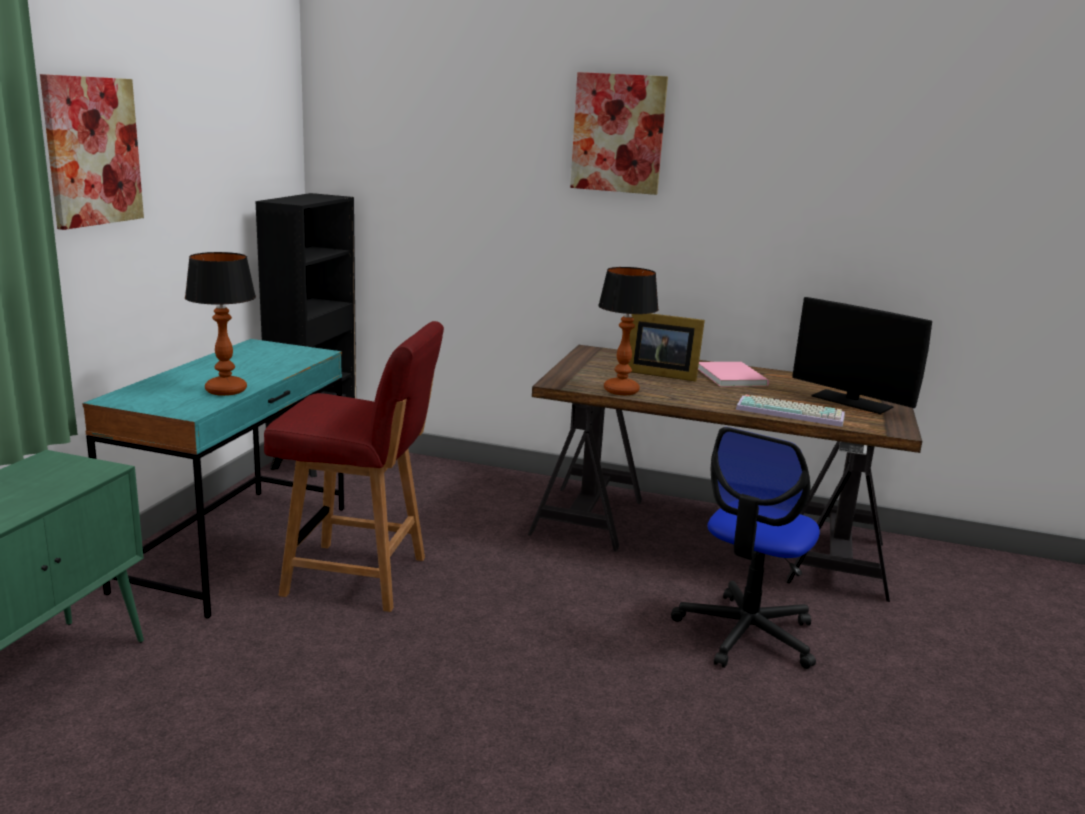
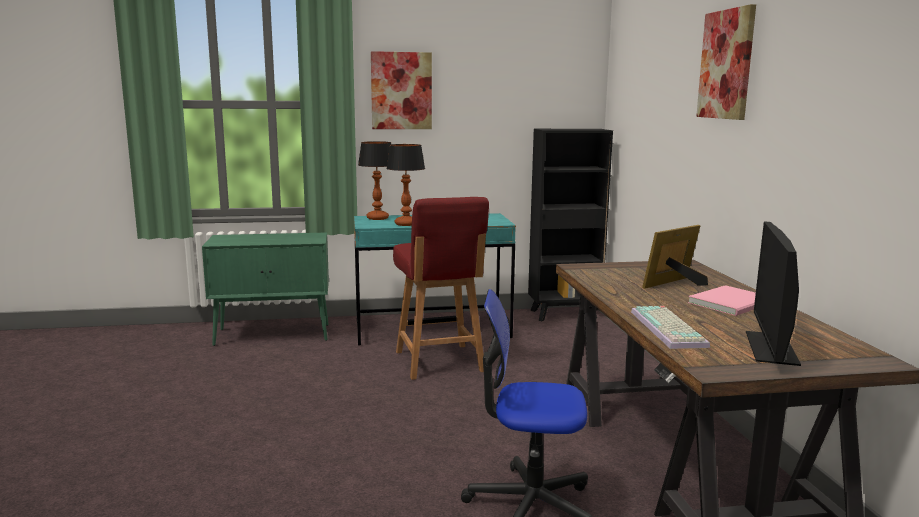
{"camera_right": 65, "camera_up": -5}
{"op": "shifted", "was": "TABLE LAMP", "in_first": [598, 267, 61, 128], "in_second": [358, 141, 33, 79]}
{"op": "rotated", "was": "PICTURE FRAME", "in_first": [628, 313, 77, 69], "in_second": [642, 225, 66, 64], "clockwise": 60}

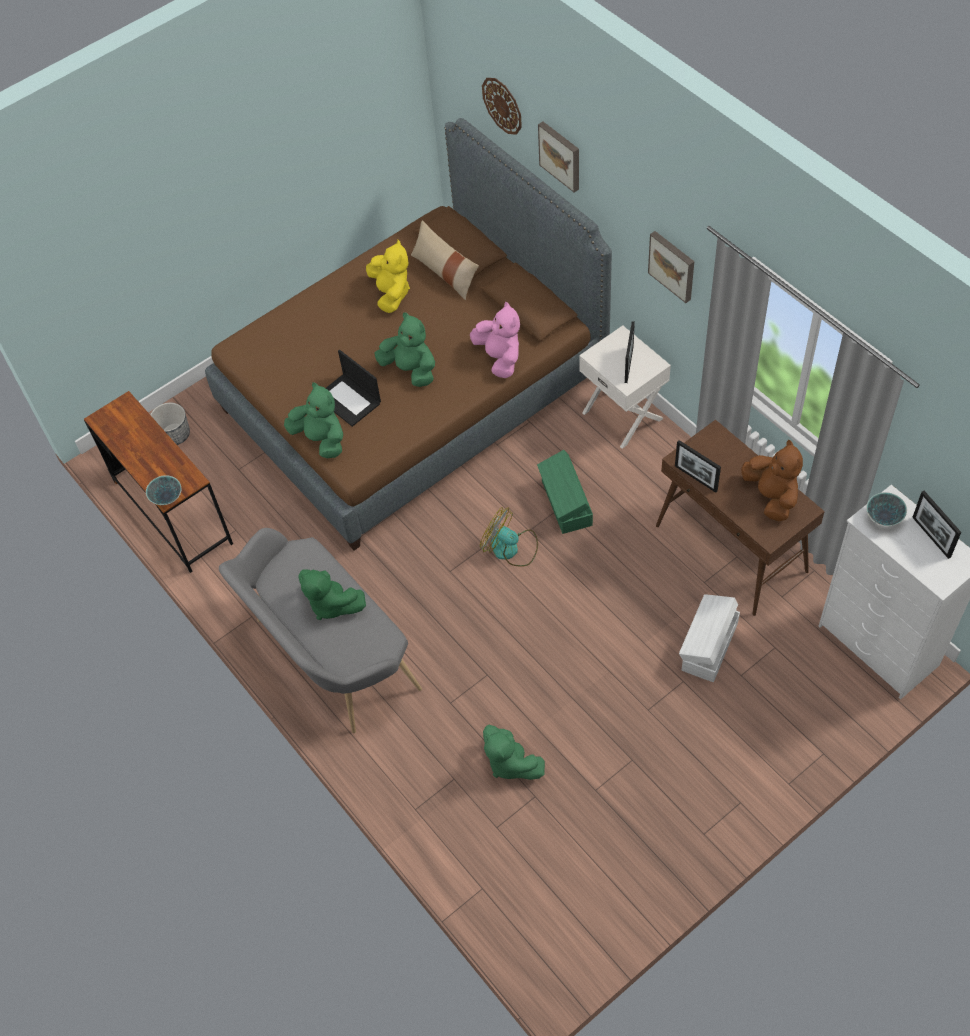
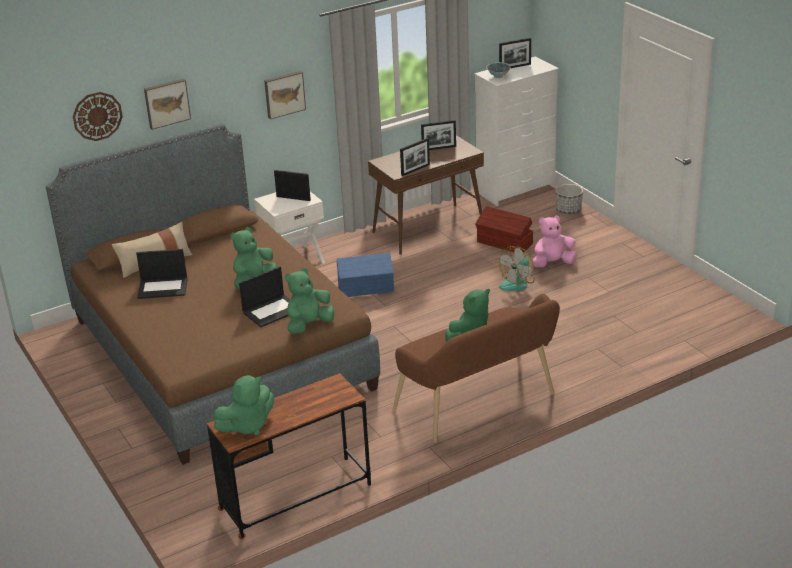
{"camera_right": -85, "camera_up": -25}
{"op": "swapped", "was": "YELLOW PLUSH TOY", "now": "LAPTOP", "in_first": [366, 240, 44, 73], "in_second": [136, 249, 52, 50]}
{"op": "shifted", "was": "GREEN PLUSH TOY", "in_first": [483, 725, 62, 55], "in_second": [214, 375, 60, 61]}
{"op": "repainted", "was": "GREEN STORAGE BOX", "now": "BLUE STORAGE BOX", "in_first": [537, 450, 56, 84], "in_second": [337, 253, 57, 44]}
{"op": "repainted", "was": "GREY BENCH", "now": "BROWN BENCH", "in_first": [219, 528, 203, 205], "in_second": [393, 294, 167, 149]}
{"op": "swapped", "was": "BROWN PLUSH TOY", "now": "PICTURE FRAME", "in_first": [741, 440, 62, 81], "in_second": [421, 120, 35, 30]}
{"op": "repainted", "was": "WHITE STORAGE BOX", "now": "BROWN STORAGE BOX", "in_first": [679, 594, 61, 88], "in_second": [475, 206, 58, 47]}
{"op": "shifted", "was": "FAN", "in_first": [480, 507, 58, 59], "in_second": [499, 246, 36, 45]}
{"op": "shifted", "was": "PINK PLUSH TOY", "in_first": [470, 301, 50, 77], "in_second": [533, 216, 44, 51]}
{"op": "shifted", "was": "PLANTER", "in_first": [150, 403, 40, 42], "in_second": [555, 184, 28, 30]}
{"op": "gone", "was": "BOWL", "in_first": [146, 475, 35, 30]}

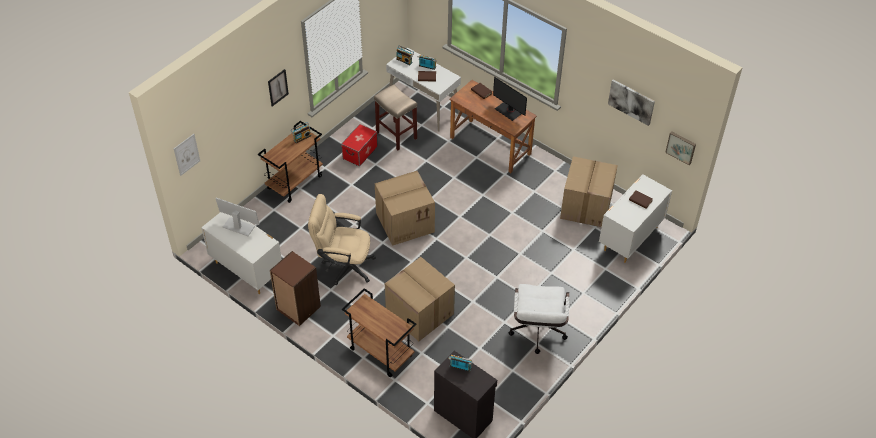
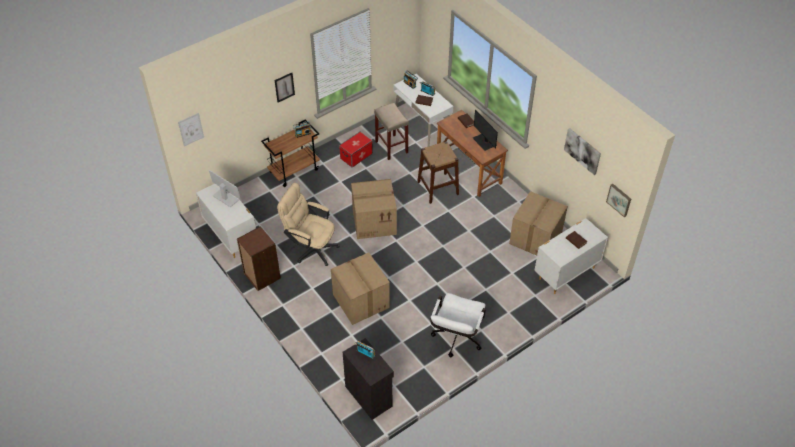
{"camera_right": 15, "camera_up": 0}
{"op": "new", "now": "BROWN STOOL", "in_second": [417, 141, 42, 63]}
{"op": "gone", "was": "BROWN CART", "in_first": [342, 288, 75, 89]}

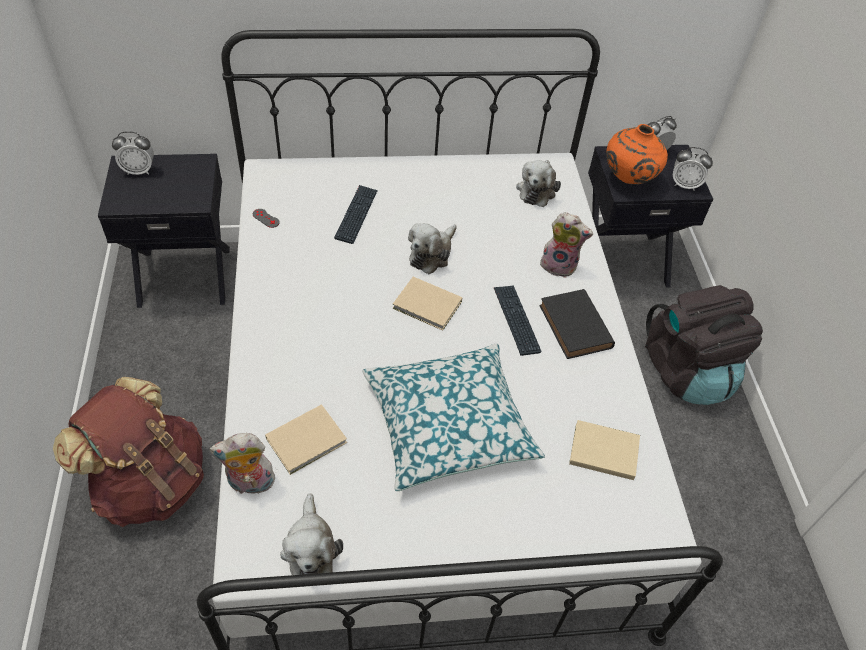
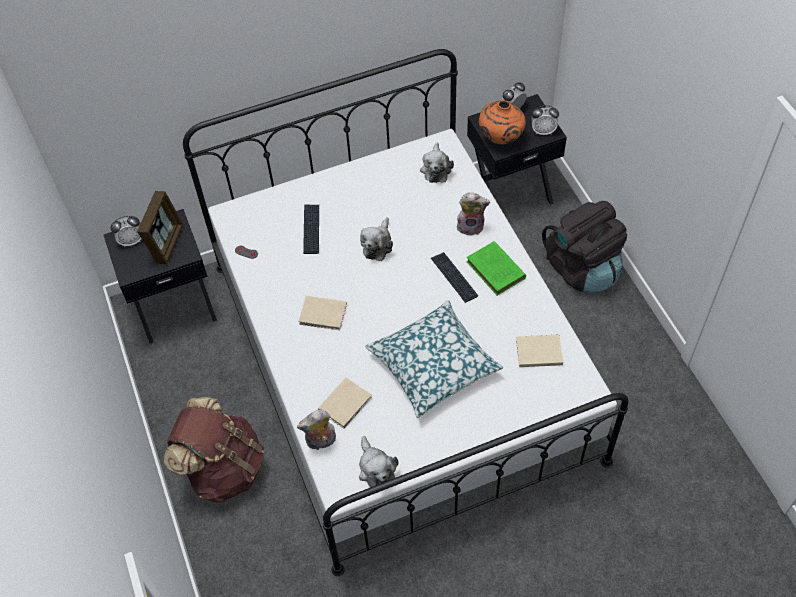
{"camera_right": -10, "camera_up": 5}
{"op": "new", "now": "PICTURE FRAME", "in_second": [137, 191, 46, 73]}
{"op": "shifted", "was": "BEIGE BOOK", "in_first": [392, 277, 70, 54], "in_second": [298, 296, 49, 34]}
{"op": "repainted", "was": "BLACK BOOK", "now": "GREEN BOOK", "in_first": [539, 289, 76, 70], "in_second": [467, 241, 59, 55]}

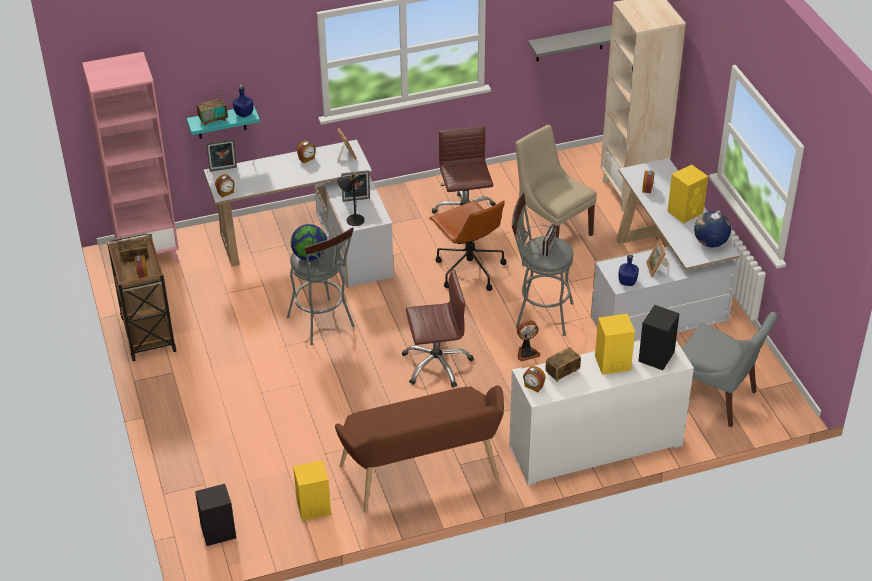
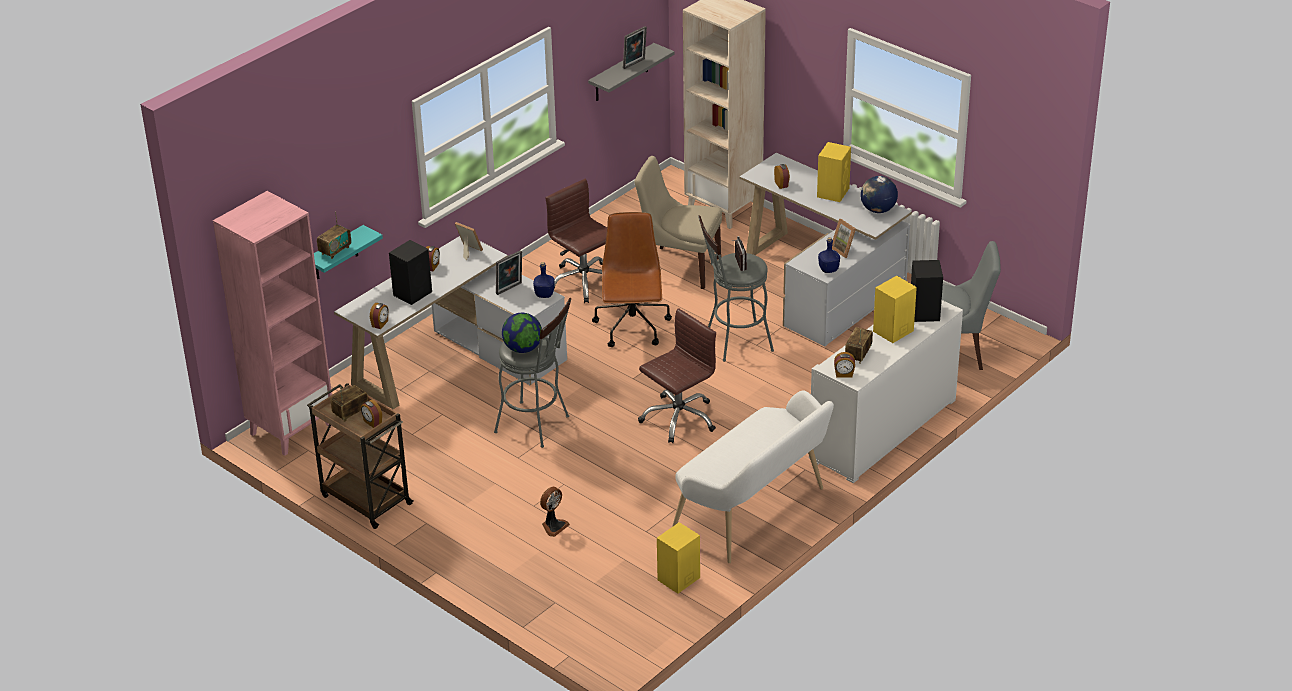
{"camera_right": -30, "camera_up": -5}
{"op": "shifted", "was": "BLACK SPEAKER", "in_first": [195, 484, 41, 62], "in_second": [389, 240, 43, 65]}
{"op": "shifted", "was": "BLUE BOTTLE", "in_first": [233, 85, 20, 32], "in_second": [533, 262, 22, 36]}
{"op": "shifted", "was": "FAN", "in_first": [517, 320, 23, 42], "in_second": [540, 487, 30, 50]}
{"op": "rotated", "was": "BROWN OFFICE CHAIR", "in_first": [429, 200, 77, 91], "in_second": [592, 212, 80, 135], "clockwise": -120}
{"op": "shifted", "was": "PICTURE FRAME", "in_first": [206, 139, 31, 33], "in_second": [623, 26, 24, 43]}
{"op": "repainted", "was": "BROWN BENCH", "now": "WHITE BENCH", "in_first": [335, 385, 169, 128], "in_second": [672, 390, 162, 173]}
{"op": "gone", "was": "BLACK TABLE LAMP", "in_first": [337, 172, 28, 54]}

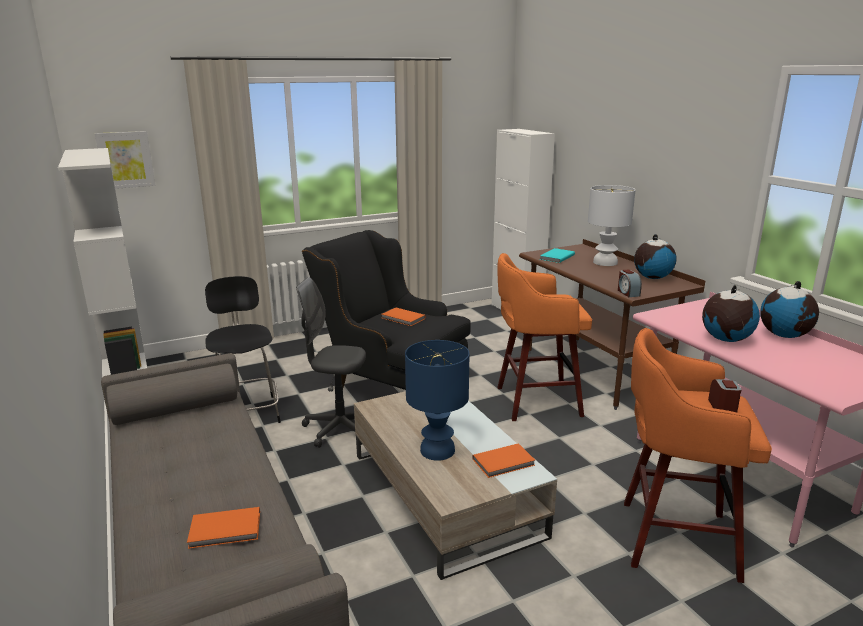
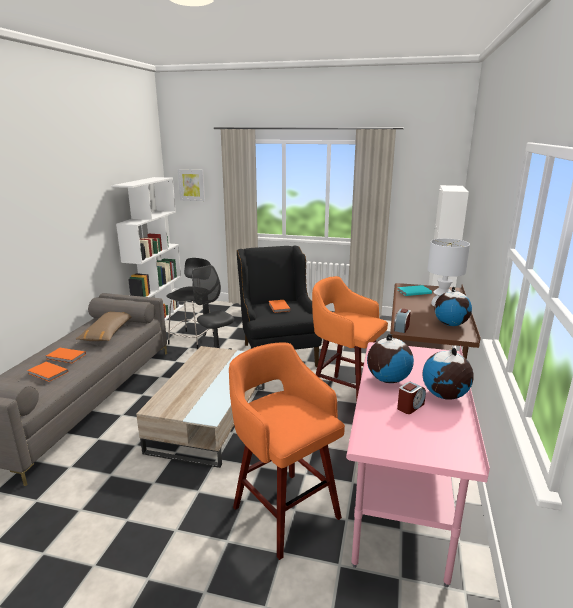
{"camera_right": 40, "camera_up": 0}
{"op": "shifted", "was": "ORANGE BOOK", "in_first": [472, 443, 63, 35], "in_second": [46, 348, 40, 15]}
{"op": "new", "now": "BROWN PILLOW", "in_second": [76, 312, 55, 29]}
{"op": "shifted", "was": "ALARM CLOCK", "in_first": [708, 379, 34, 34], "in_second": [397, 382, 29, 32]}
{"op": "gone", "was": "BLUE TABLE LAMP", "in_first": [405, 340, 65, 121]}

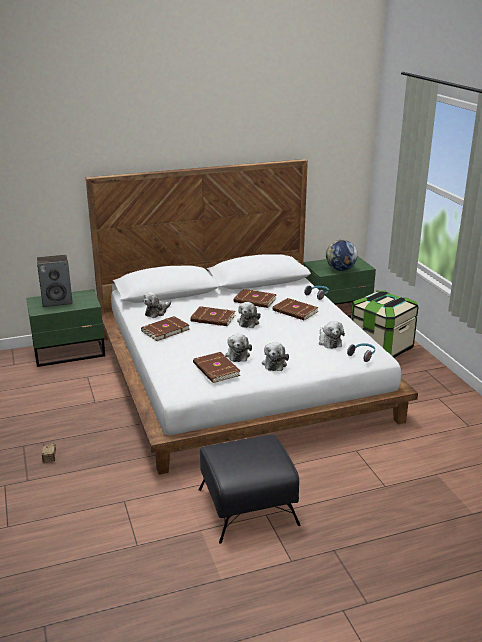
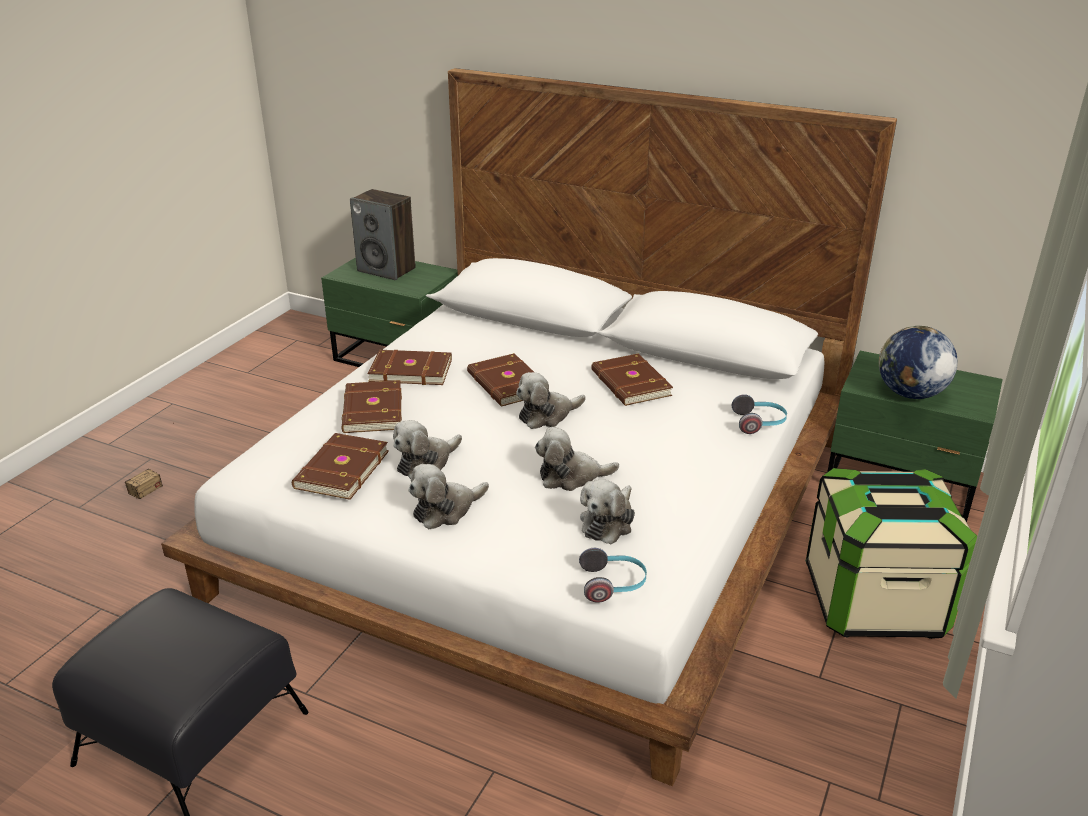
{"camera_right": 45, "camera_up": 5}
{"op": "shifted", "was": "BROWN BOOK", "in_first": [273, 298, 46, 22], "in_second": [342, 380, 60, 53]}
{"op": "shifted", "was": "PLUSH TOY", "in_first": [143, 292, 28, 26], "in_second": [535, 427, 84, 64]}

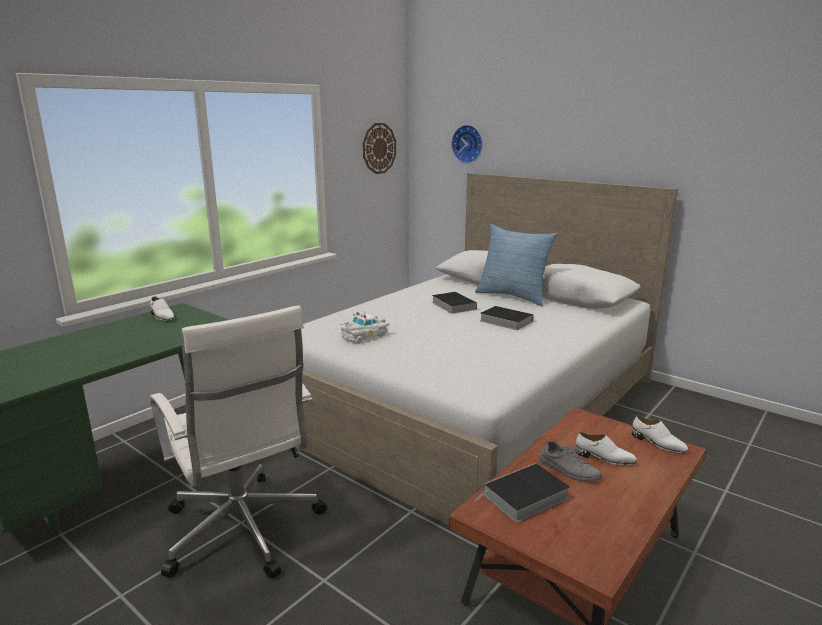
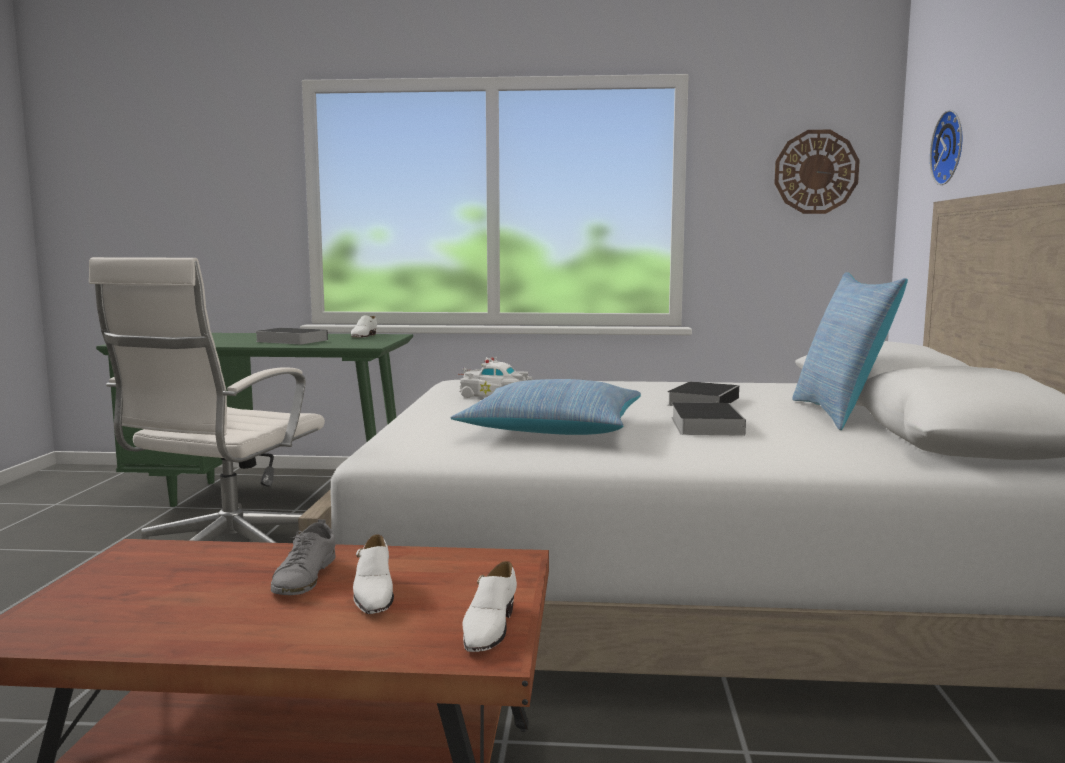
{"camera_right": 55, "camera_up": -10}
{"op": "shifted", "was": "BOOK", "in_first": [474, 463, 96, 59], "in_second": [256, 328, 72, 16]}
{"op": "new", "now": "PILLOW", "in_second": [451, 379, 190, 56]}

